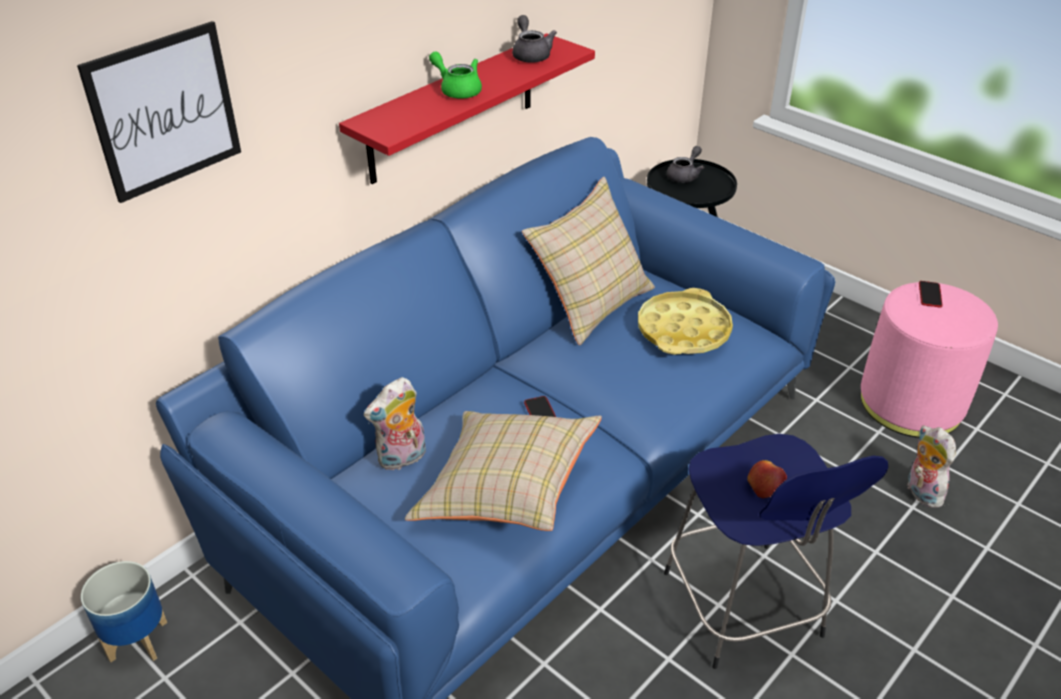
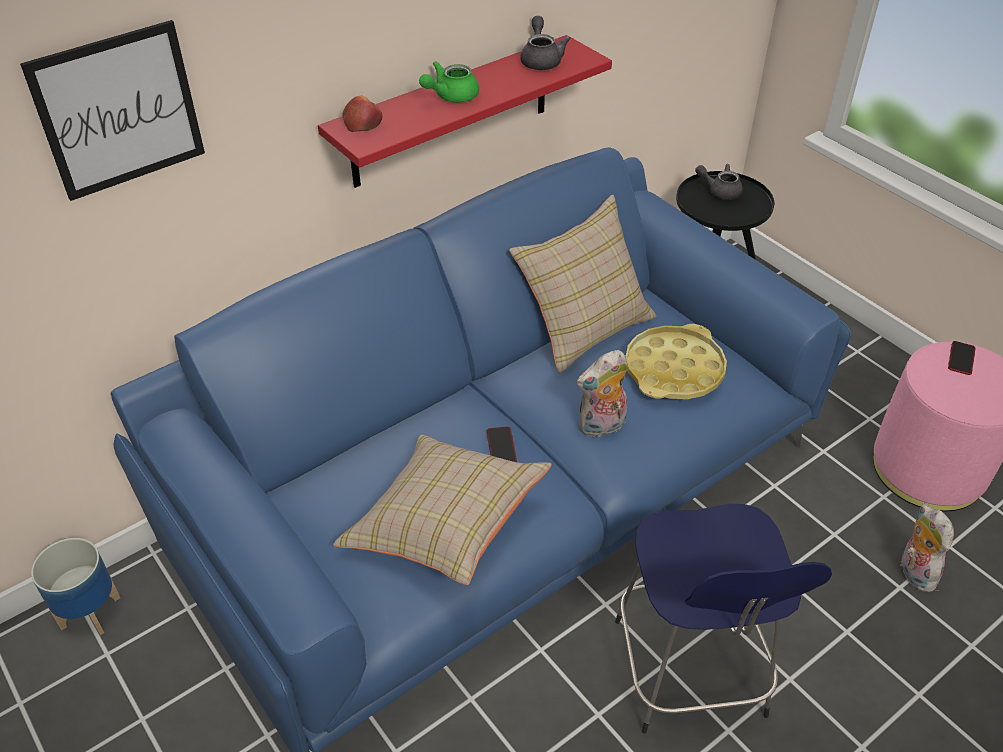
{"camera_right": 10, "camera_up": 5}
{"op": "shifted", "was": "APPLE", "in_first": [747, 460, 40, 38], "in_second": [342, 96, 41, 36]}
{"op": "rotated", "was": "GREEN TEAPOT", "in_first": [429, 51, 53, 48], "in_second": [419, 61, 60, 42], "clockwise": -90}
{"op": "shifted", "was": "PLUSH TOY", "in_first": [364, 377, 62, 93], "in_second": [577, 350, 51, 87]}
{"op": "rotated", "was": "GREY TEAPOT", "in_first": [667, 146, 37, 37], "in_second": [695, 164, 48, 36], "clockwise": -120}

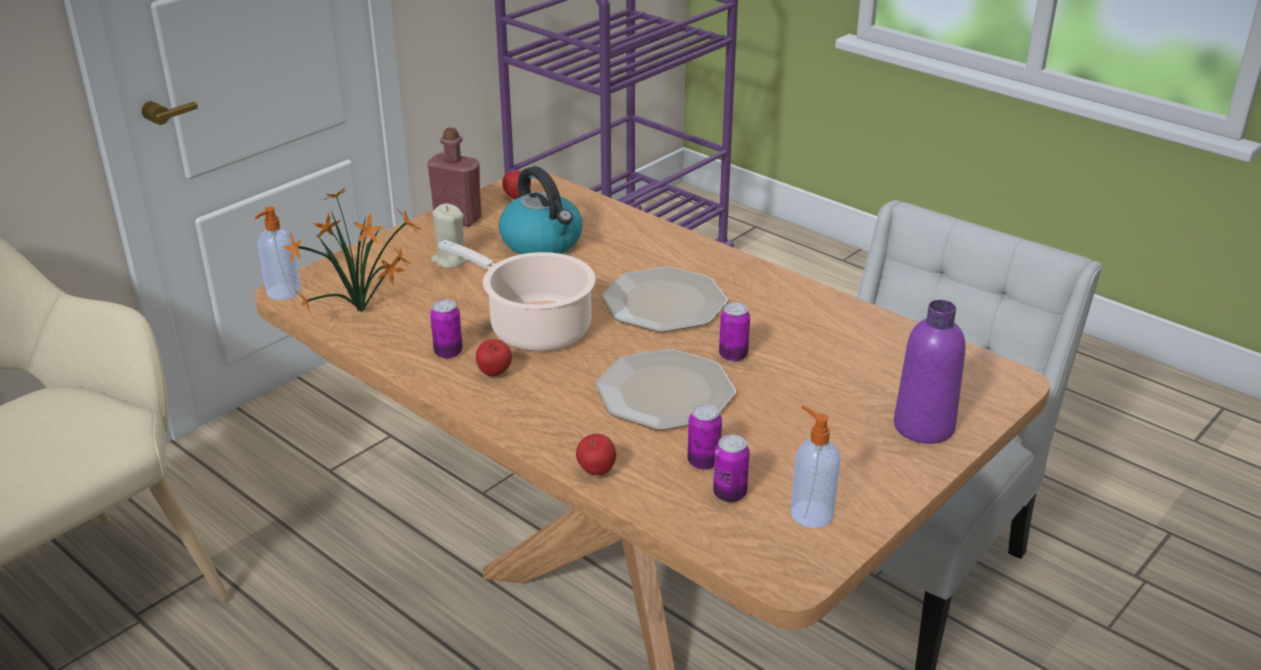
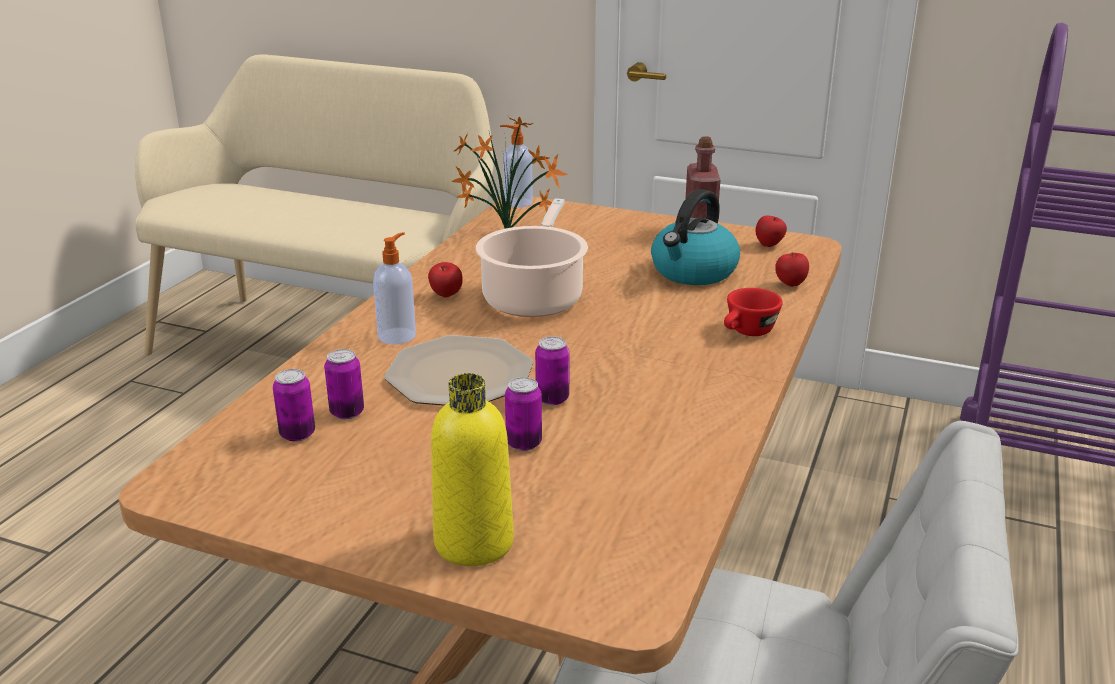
{"camera_right": 70, "camera_up": -5}
{"op": "shifted", "was": "SOAP DISPENSER", "in_first": [791, 406, 50, 122], "in_second": [373, 232, 43, 113]}
{"op": "repainted", "was": "PURPLE BOTTLE", "now": "YELLOW BOTTLE", "in_first": [894, 300, 71, 144], "in_second": [431, 373, 83, 193]}
{"op": "shifted", "was": "CAN", "in_first": [430, 300, 33, 58], "in_second": [505, 377, 37, 74]}
{"op": "new", "now": "RED CUP", "in_second": [724, 288, 59, 48]}
{"op": "shifted", "was": "APPLE", "in_first": [576, 434, 40, 41], "in_second": [775, 252, 34, 35]}
{"op": "gone", "was": "BEIGE CANDLE", "in_first": [431, 204, 38, 64]}
{"op": "gone", "was": "PLATE", "in_first": [601, 267, 127, 65]}

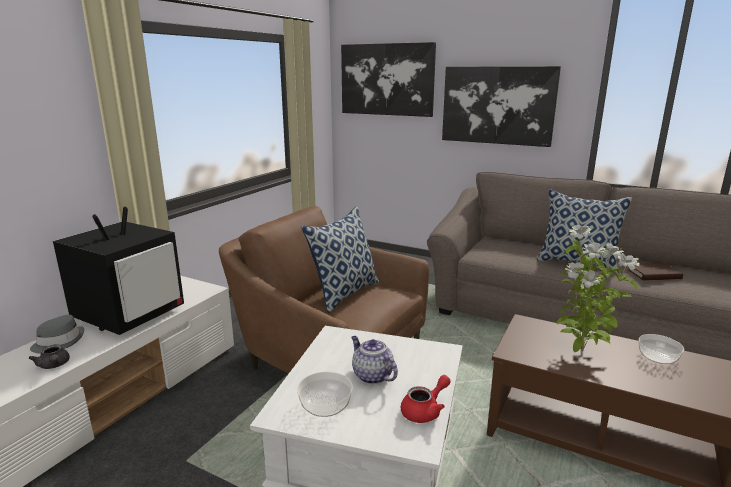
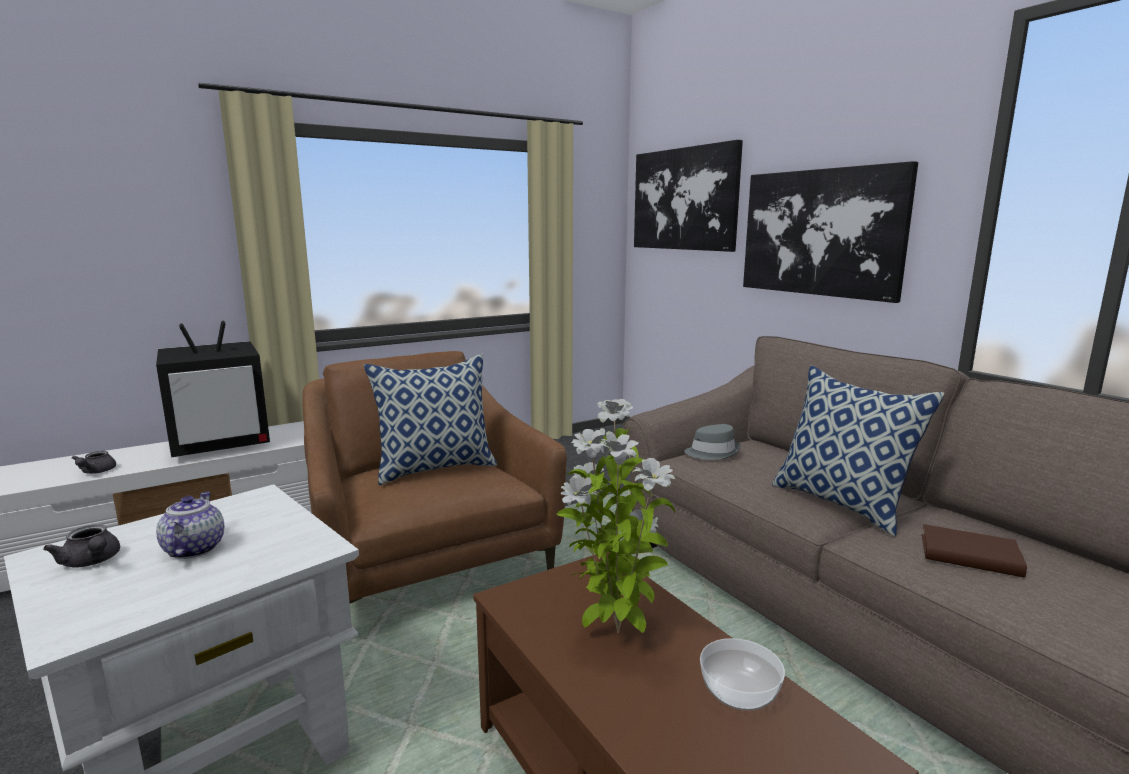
{"camera_right": 30, "camera_up": -5}
{"op": "swapped", "was": "BOWL", "now": "GREY TEAPOT", "in_first": [297, 372, 56, 45], "in_second": [43, 524, 77, 44]}
{"op": "shifted", "was": "GREY HAT", "in_first": [30, 315, 54, 39], "in_second": [684, 424, 57, 36]}
{"op": "gone", "was": "RED TEAPOT", "in_first": [401, 375, 50, 48]}

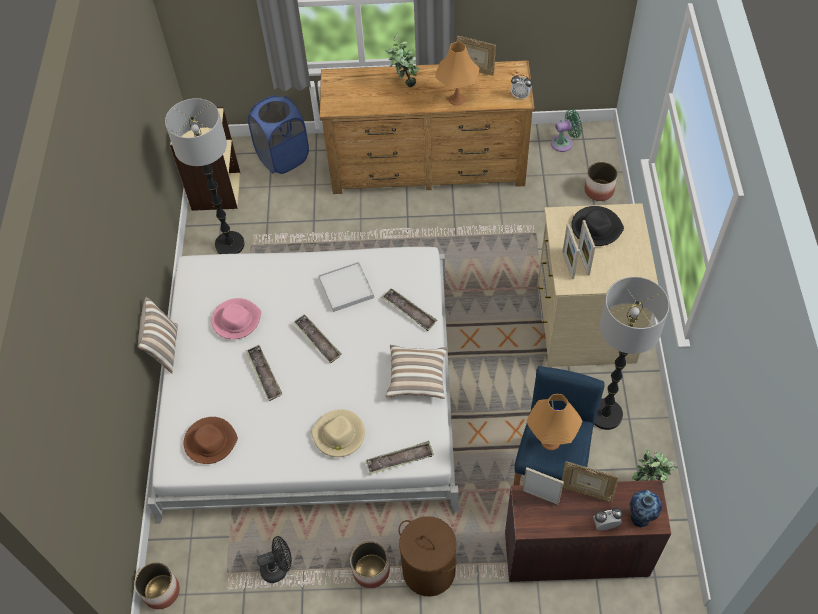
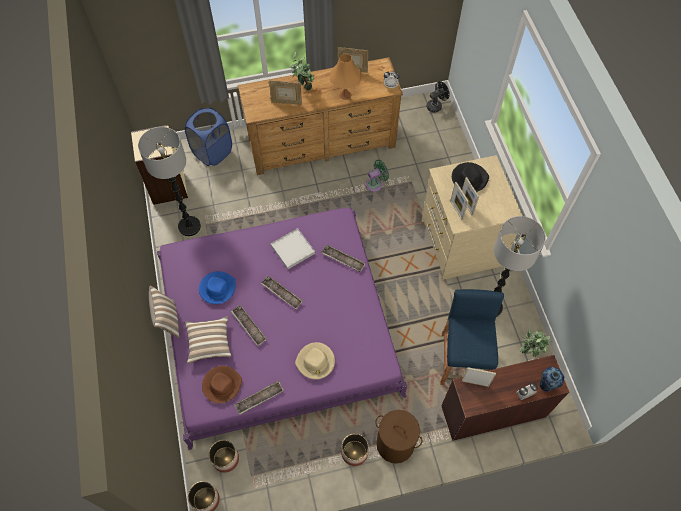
{"camera_right": -15, "camera_up": 5}
{"op": "repainted", "was": "WHITE BED", "now": "PURPLE BED", "in_first": [147, 247, 313, 277], "in_second": [157, 207, 250, 243]}
{"op": "shifted", "was": "PILLOW", "in_first": [385, 345, 62, 54], "in_second": [185, 316, 46, 48]}
{"op": "repainted", "was": "PINK HAT", "now": "BLUE HAT", "in_first": [211, 298, 50, 41], "in_second": [199, 271, 36, 33]}
{"op": "shifted", "was": "PLANTER", "in_first": [584, 162, 34, 39], "in_second": [209, 440, 30, 33]}
{"op": "shifted", "was": "TRAY", "in_first": [365, 441, 69, 34], "in_second": [234, 381, 50, 34]}
{"op": "shifted", "was": "PICTURE FRAME", "in_first": [562, 461, 57, 41], "in_second": [269, 80, 33, 25]}
{"op": "shifted", "was": "GREEN FAN", "in_first": [551, 109, 31, 43], "in_second": [366, 160, 23, 32]}
{"op": "shifted", "was": "BLACK FAN", "in_first": [257, 536, 35, 47], "in_second": [426, 81, 24, 32]}
{"op": "gone", "was": "ORANGE TABLE LAMP", "in_first": [526, 394, 57, 56]}

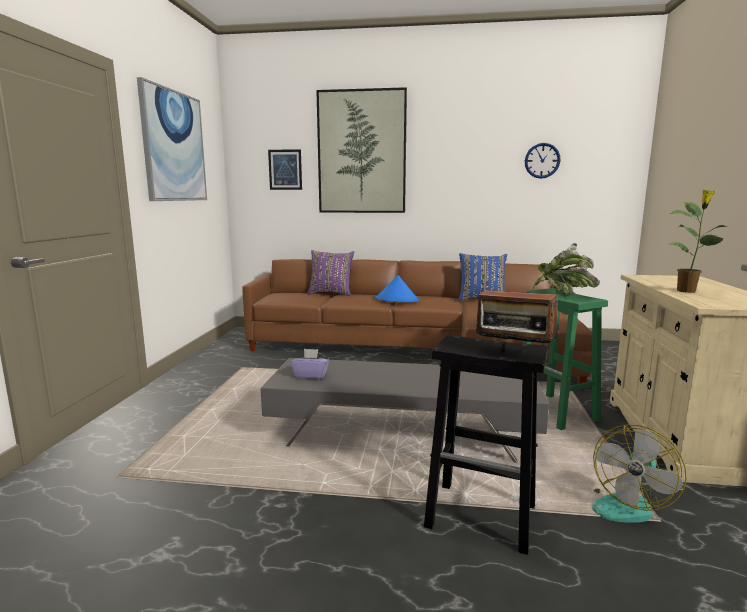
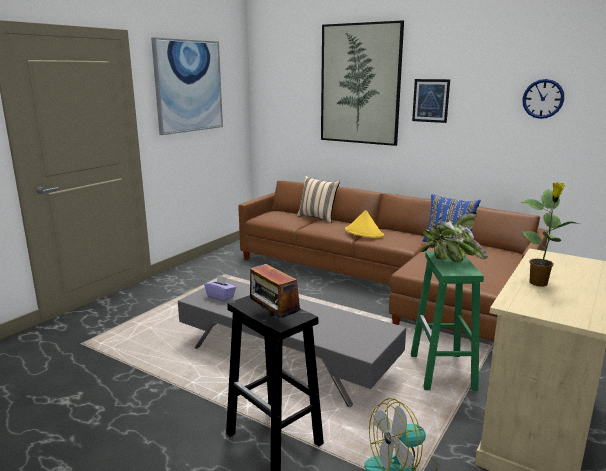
{"camera_right": 25, "camera_up": 5}
{"op": "repainted", "was": "PURPLE PILLOW", "now": "BEIGE PILLOW", "in_first": [307, 250, 47, 46], "in_second": [297, 176, 43, 47]}
{"op": "repainted", "was": "BLUE HAT", "now": "YELLOW HAT", "in_first": [375, 275, 44, 27], "in_second": [345, 210, 39, 28]}
{"op": "shifted", "was": "PICTURE", "in_first": [268, 149, 34, 41], "in_second": [412, 79, 38, 44]}

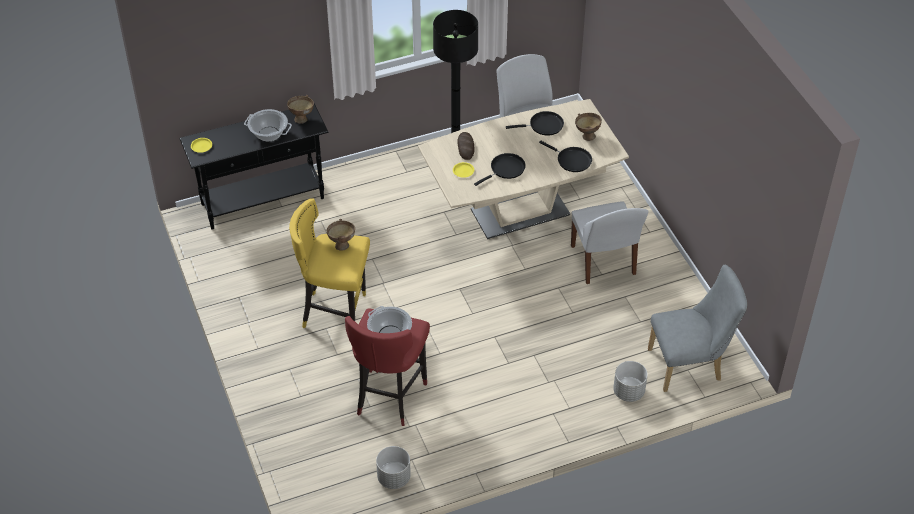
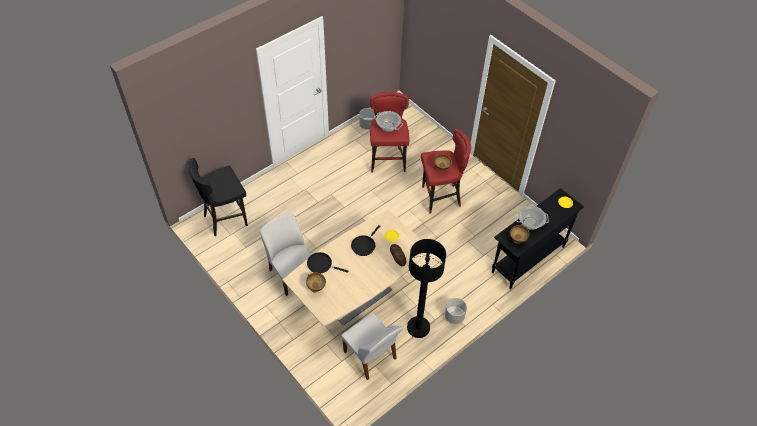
{"camera_right": 160, "camera_up": 5}
{"op": "swapped", "was": "GREY CHAIR", "now": "BLACK STOOL", "in_first": [648, 265, 99, 127], "in_second": [189, 158, 59, 78]}
{"op": "repainted", "was": "YELLOW STOOL", "now": "RED STOOL", "in_first": [289, 198, 81, 130], "in_second": [421, 129, 50, 85]}
{"op": "shifted", "was": "GREY PLANTER", "in_first": [613, 361, 35, 41], "in_second": [445, 298, 22, 26]}
{"op": "gone", "was": "BLACK FRYING PAN", "in_first": [506, 111, 58, 24]}

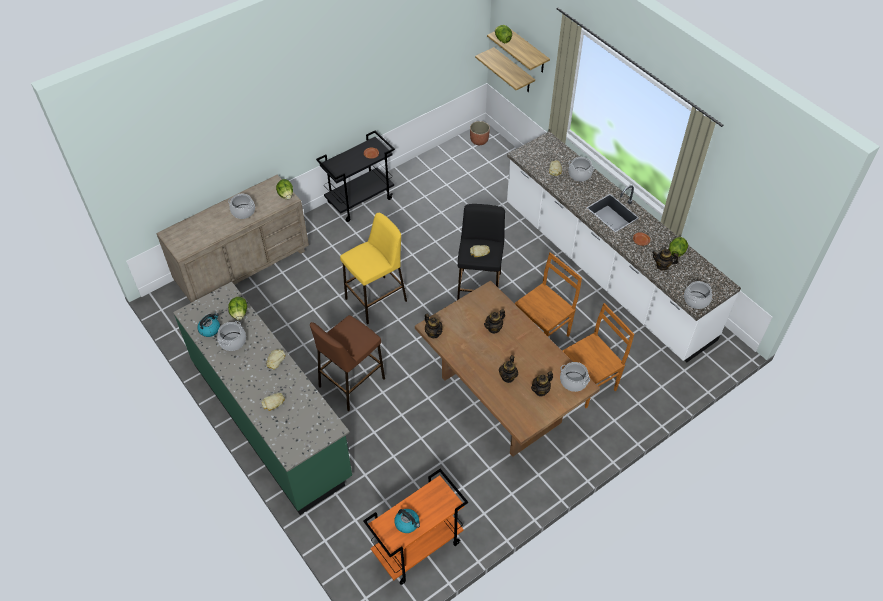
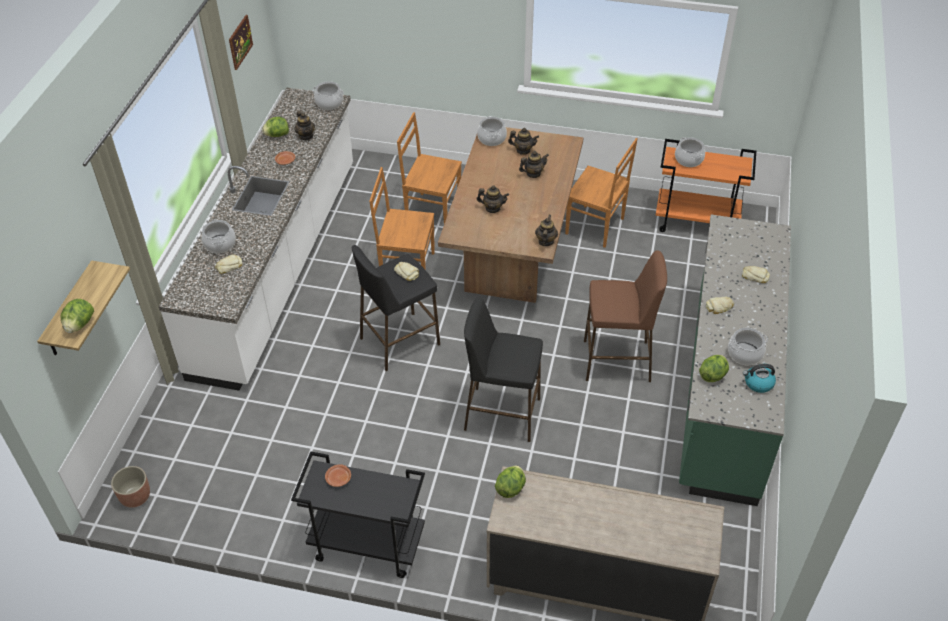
{"camera_right": -130, "camera_up": -5}
{"op": "new", "now": "PICTURE", "in_second": [229, 15, 24, 55]}
{"op": "repainted", "was": "YELLOW STOOL", "now": "BLACK STOOL", "in_first": [340, 213, 67, 111], "in_second": [464, 298, 79, 144]}
{"op": "new", "now": "BROWN CHAIR", "in_second": [565, 138, 73, 110]}
{"op": "shifted", "was": "COOKING POT", "in_first": [228, 194, 27, 25], "in_second": [675, 137, 30, 30]}
{"op": "gone", "was": "KETTLE", "in_first": [394, 509, 26, 24]}
{"op": "gone", "was": "SHELF", "in_first": [475, 47, 60, 45]}

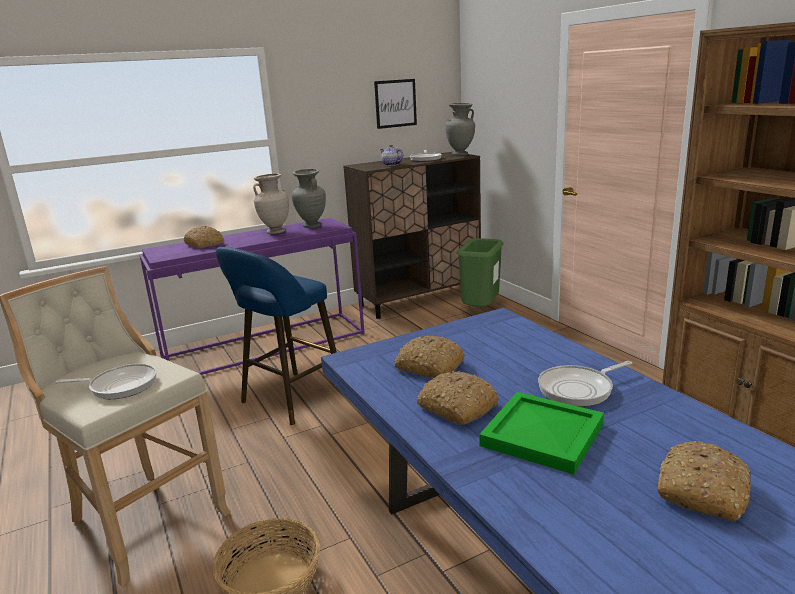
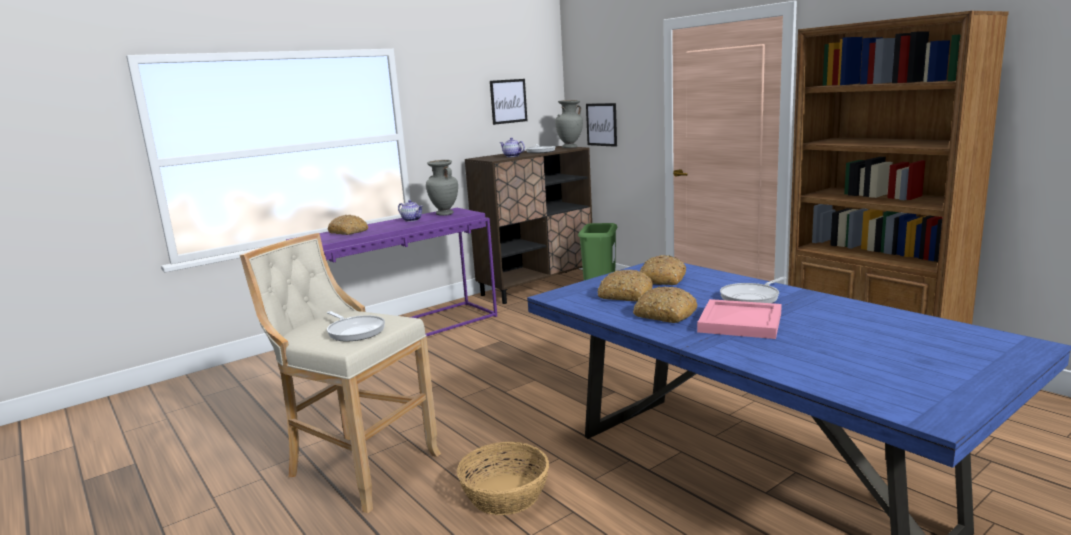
{"camera_right": -10, "camera_up": -5}
{"op": "rotated", "was": "FRYING PAN", "in_first": [56, 364, 101, 35], "in_second": [327, 311, 58, 30], "clockwise": 60}
{"op": "swapped", "was": "BEIGE VASE", "now": "TEAPOT", "in_first": [253, 173, 36, 61], "in_second": [398, 200, 25, 22]}
{"op": "new", "now": "PICTURE", "in_second": [586, 103, 31, 44]}
{"op": "shifted", "was": "BREAD", "in_first": [658, 441, 93, 81], "in_second": [640, 255, 46, 30]}
{"op": "repainted", "was": "GREEN TRAY", "now": "PINK TRAY", "in_first": [479, 392, 125, 82], "in_second": [697, 299, 85, 40]}
{"op": "gone", "was": "BLUE STOOL", "in_first": [216, 247, 127, 178]}

